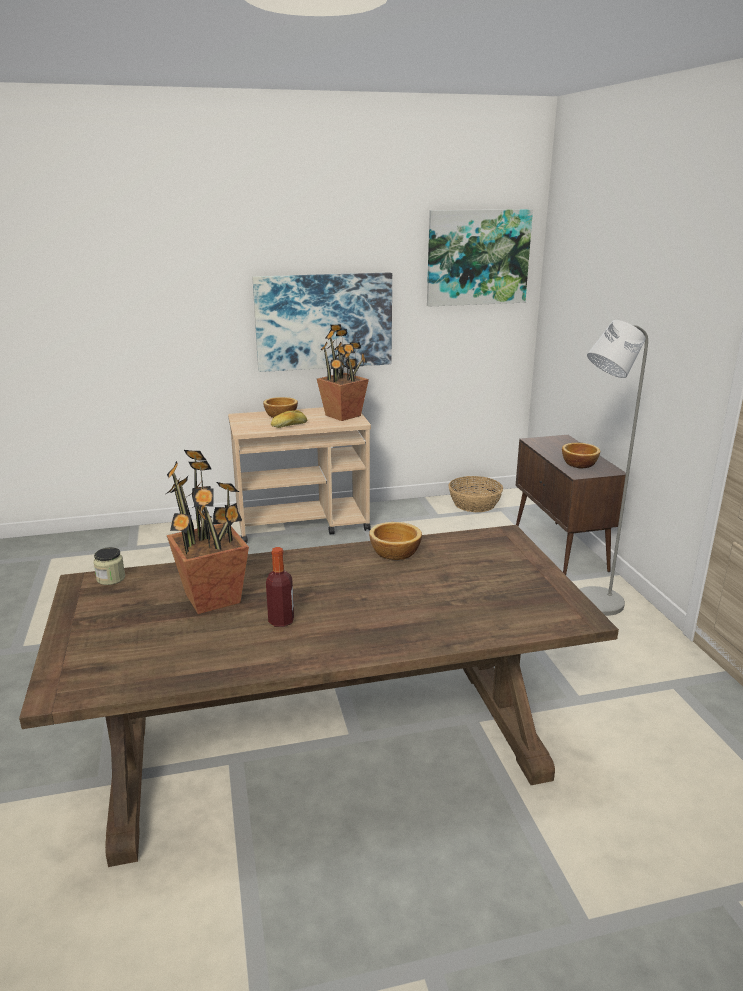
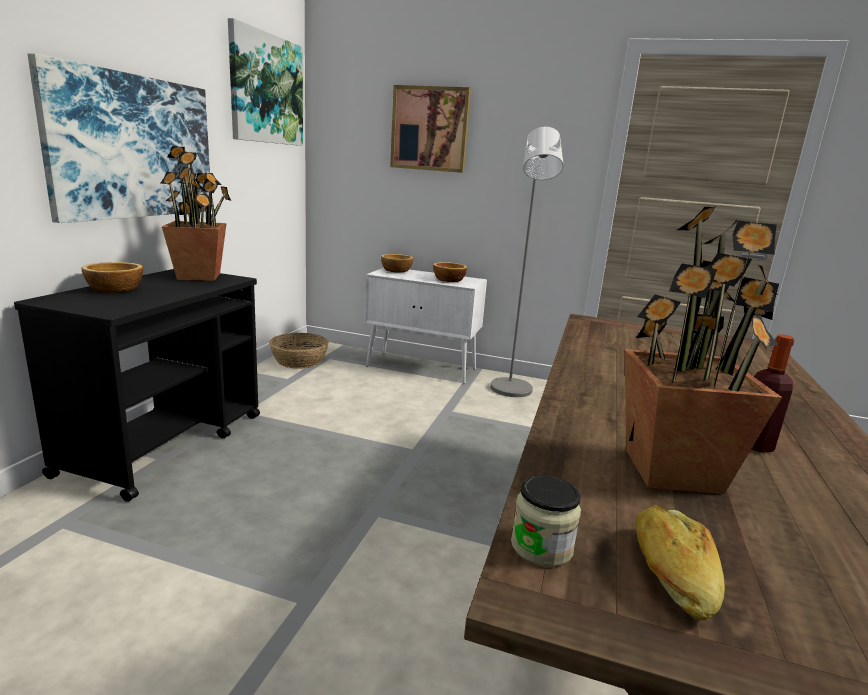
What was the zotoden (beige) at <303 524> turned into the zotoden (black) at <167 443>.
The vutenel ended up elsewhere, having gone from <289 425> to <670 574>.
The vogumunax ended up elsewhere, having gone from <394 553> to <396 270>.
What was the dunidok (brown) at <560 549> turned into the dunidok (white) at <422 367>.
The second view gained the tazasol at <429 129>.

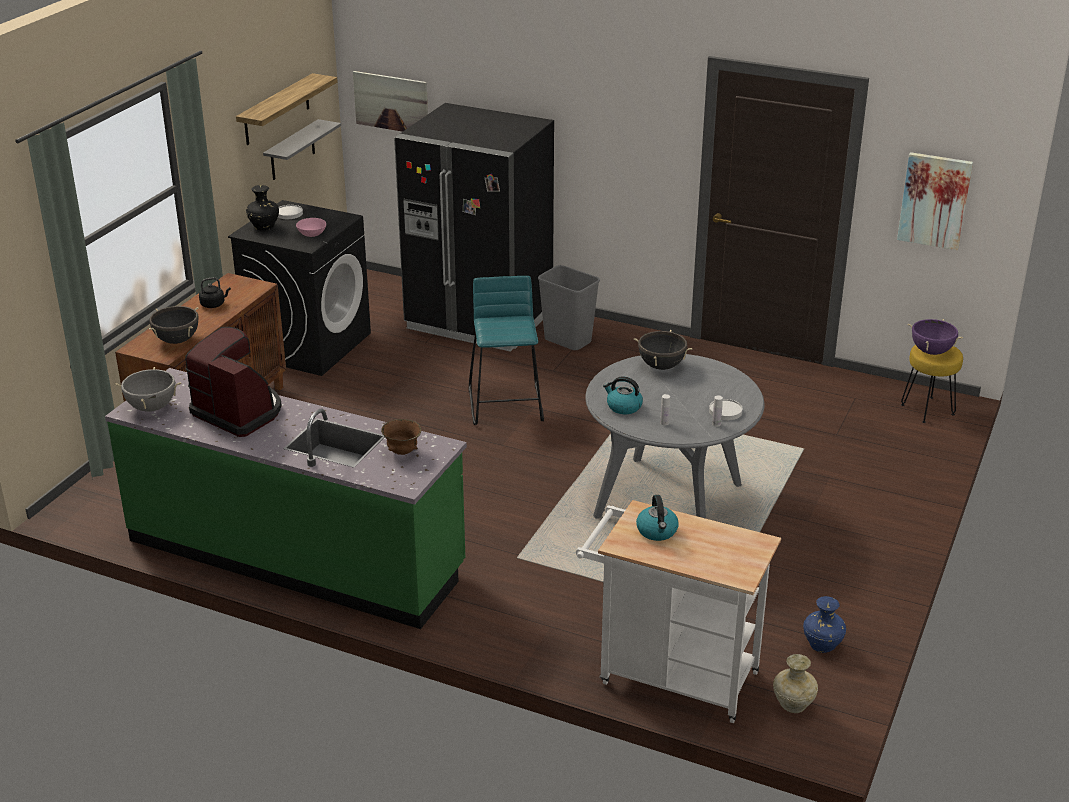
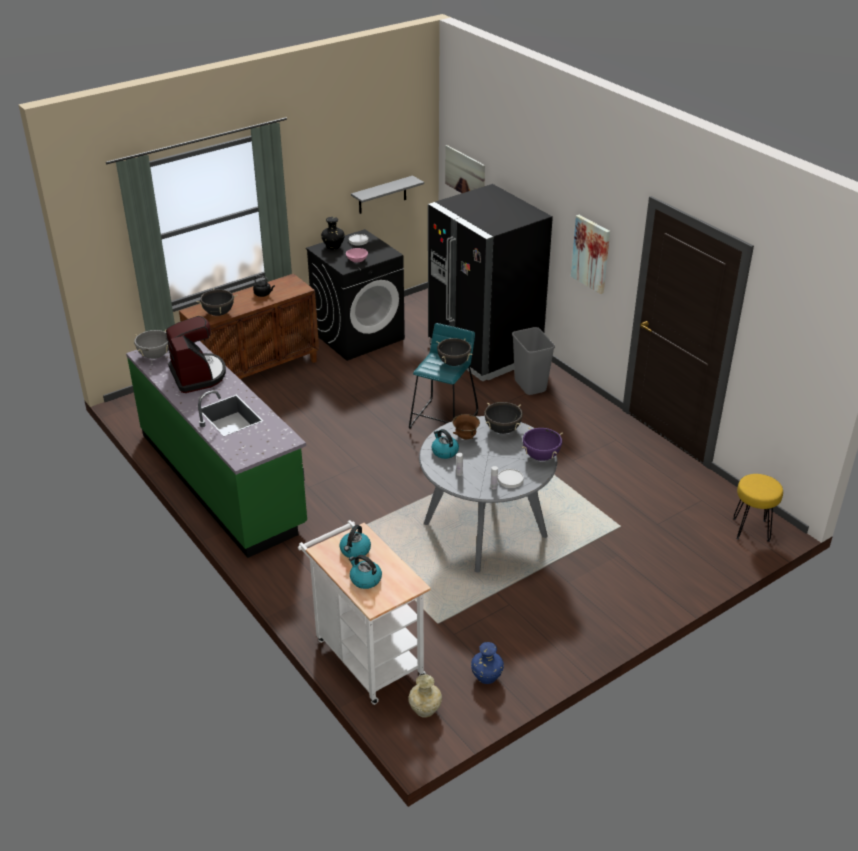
The second view lost the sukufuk at <276 110>.
The vogumunax (brown) ended up elsewhere, having gone from <402 452> to <465 437>.
The tazasol ended up elsewhere, having gone from <934 200> to <591 254>.
The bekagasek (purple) ended up elsewhere, having gone from <931 351> to <541 456>.
The second view gained the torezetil at <365 579>.
The second view gained the bekagasek (black) at <454 363>.

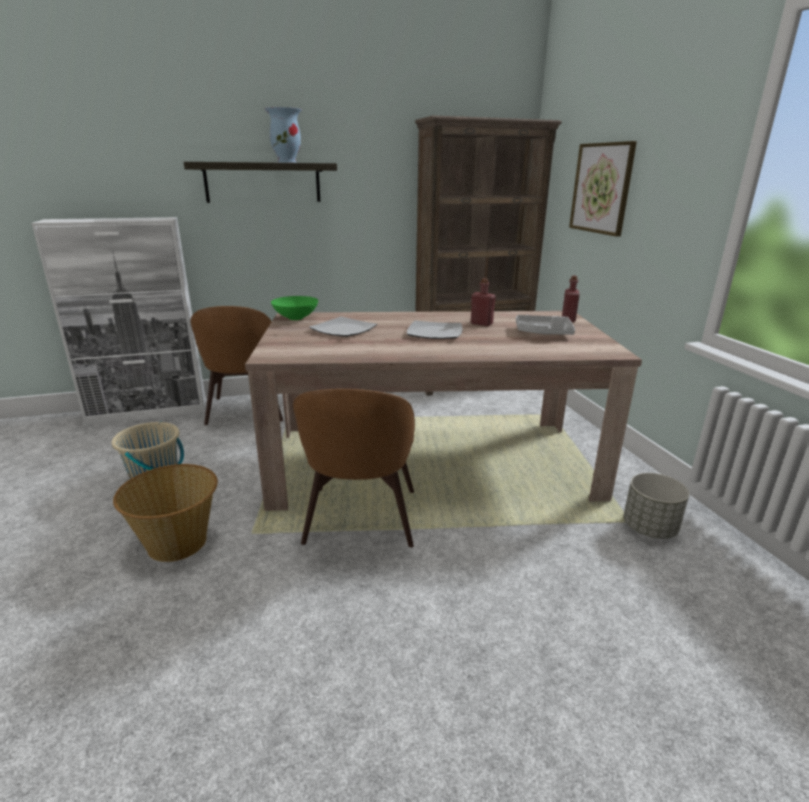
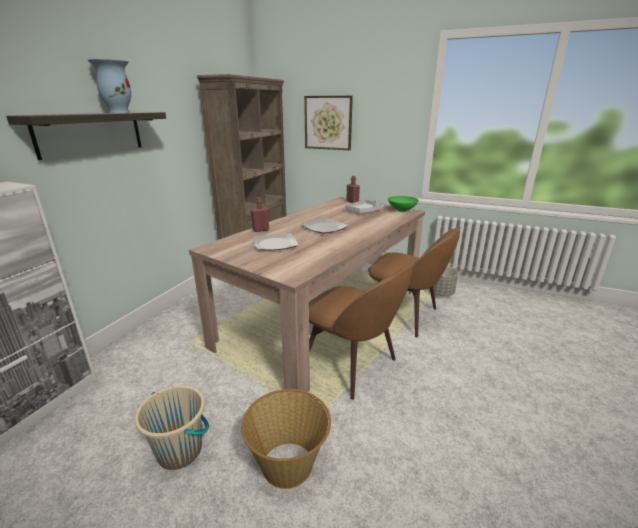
The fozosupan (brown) ended up elsewhere, having gone from <247 411> to <405 315>.
The vogumunax (green) ended up elsewhere, having gone from <296 318> to <402 210>.
The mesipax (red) ended up elsewhere, having gone from <481 323> to <261 230>.

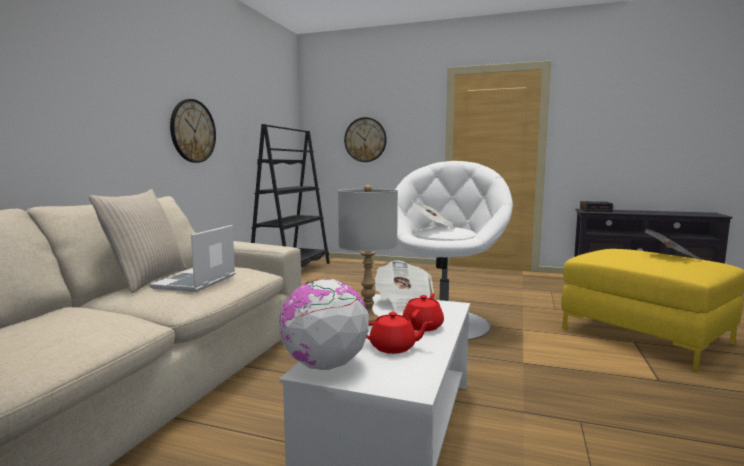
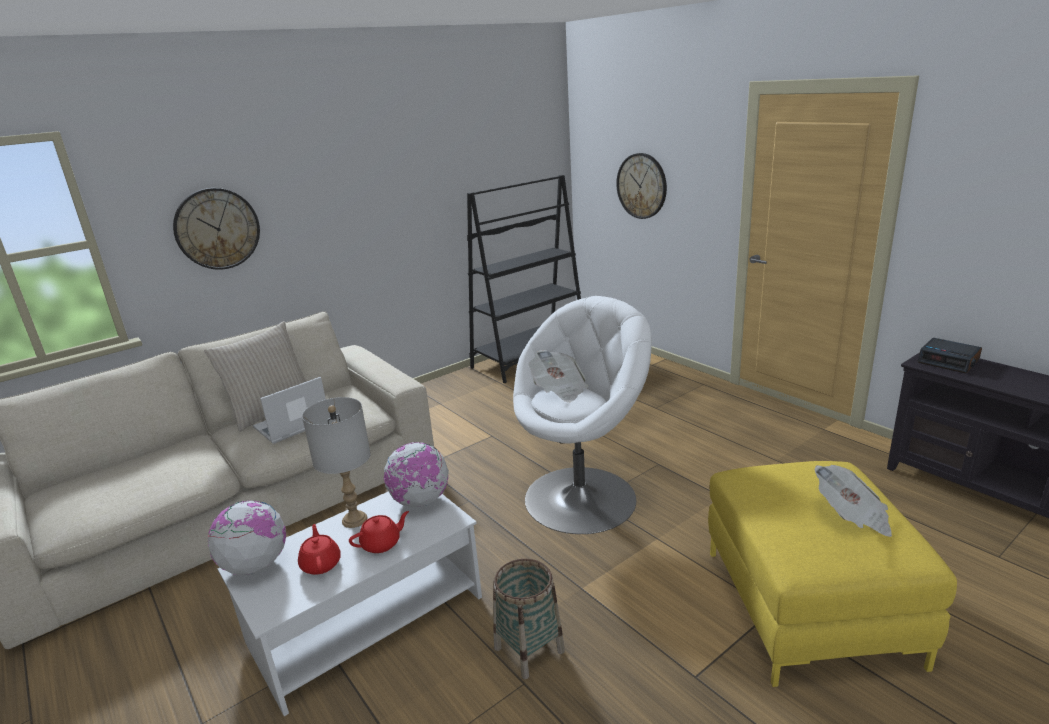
The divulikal ended up elsewhere, having gone from <193 131> to <217 229>.
The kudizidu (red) at <393 347> ended up facing another way, 150 degrees counterclockwise from before.
Where the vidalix stood at <404 303>, the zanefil came to stand at <420 501>.
The second view gained the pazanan at <529 650>.

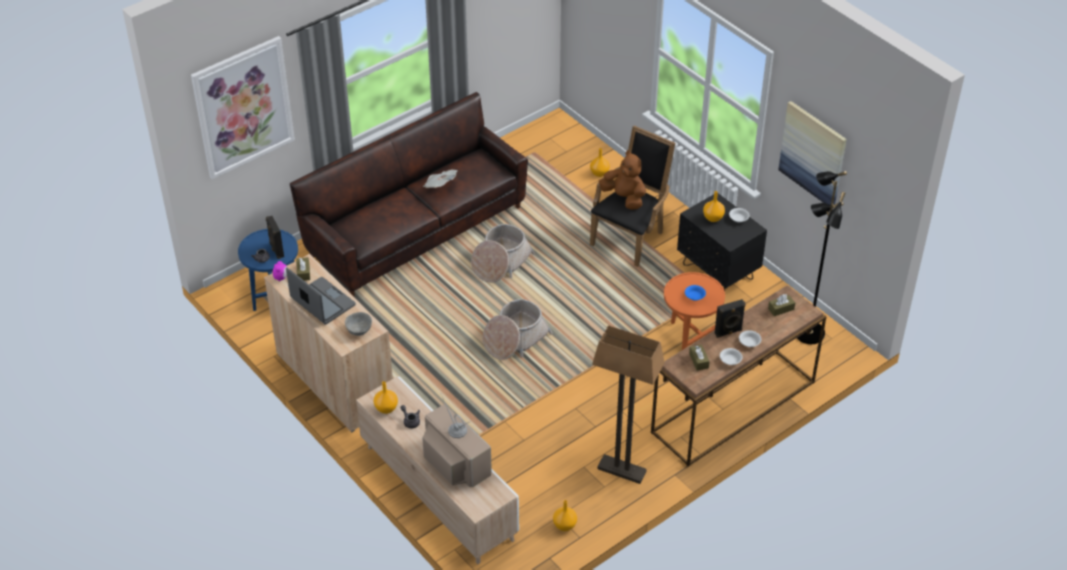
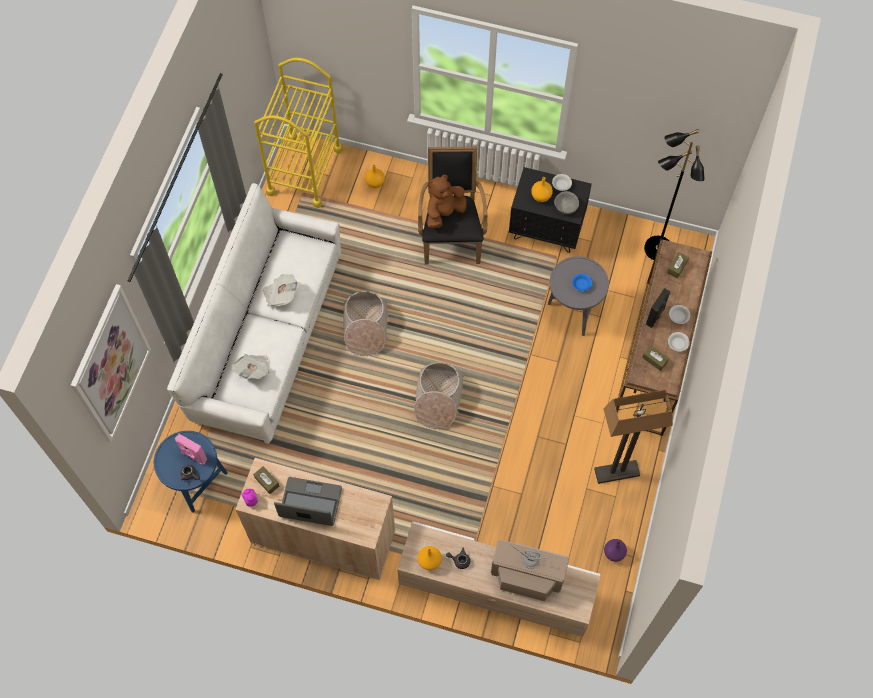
What was the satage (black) at <276 250> turned into the satage (pink) at <194 456>.
What was the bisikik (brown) at <416 231> turned into the bisikik (white) at <267 339>.
The vogumunax (grey) ended up elsewhere, having gone from <359 330> to <565 207>.
What was the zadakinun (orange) at <564 526> turned into the zadakinun (purple) at <614 553>.
The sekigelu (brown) at <624 198> ended up facing another way, 45 degrees counterclockwise from before.
What was the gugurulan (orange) at <690 338> turned into the gugurulan (grey) at <573 310>.
The second view lost the tazasol at <813 153>.
The second view gained the vidalix at <253 370>.
The second view gained the zotoden (yellow) at <304 171>.

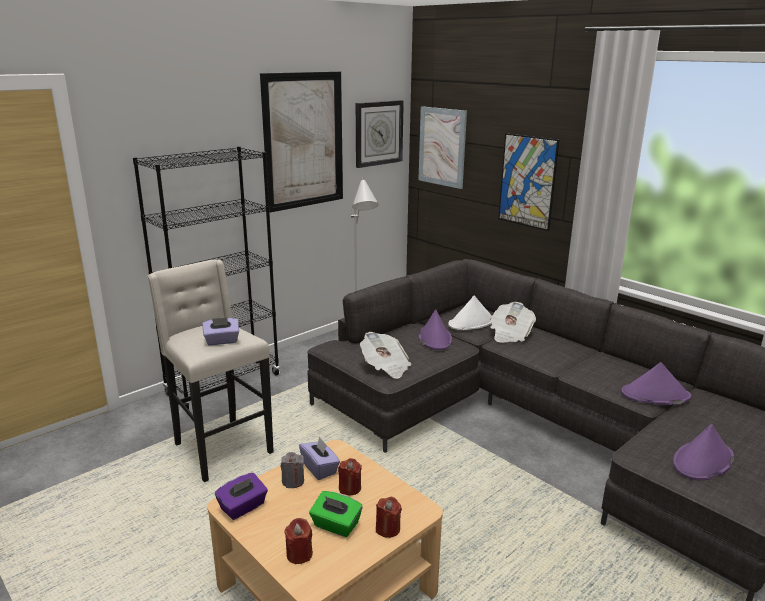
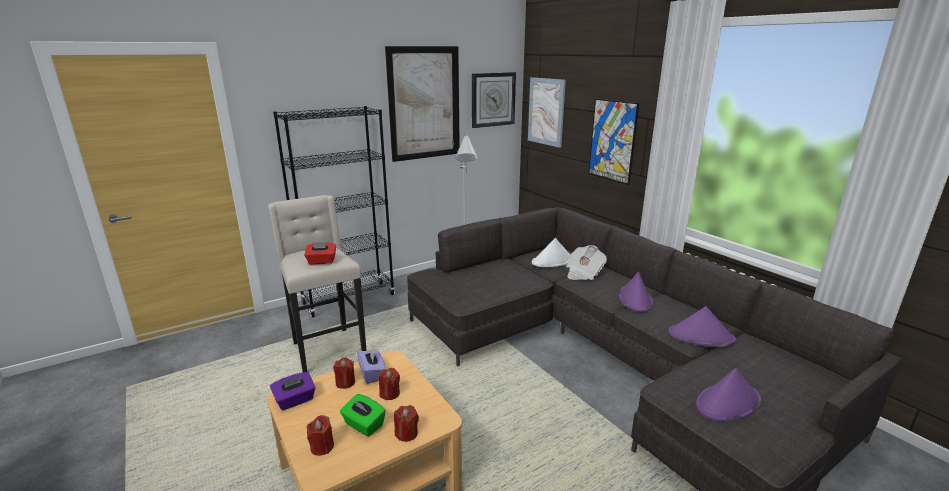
What was the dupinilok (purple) at <222 341> turned into the dupinilok (red) at <321 261>.
What was the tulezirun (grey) at <293 481> turned into the tulezirun (red) at <345 382>.
The second view lost the vidalix at <385 367>.
The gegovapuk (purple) ended up elsewhere, having gone from <434 338> to <635 299>.

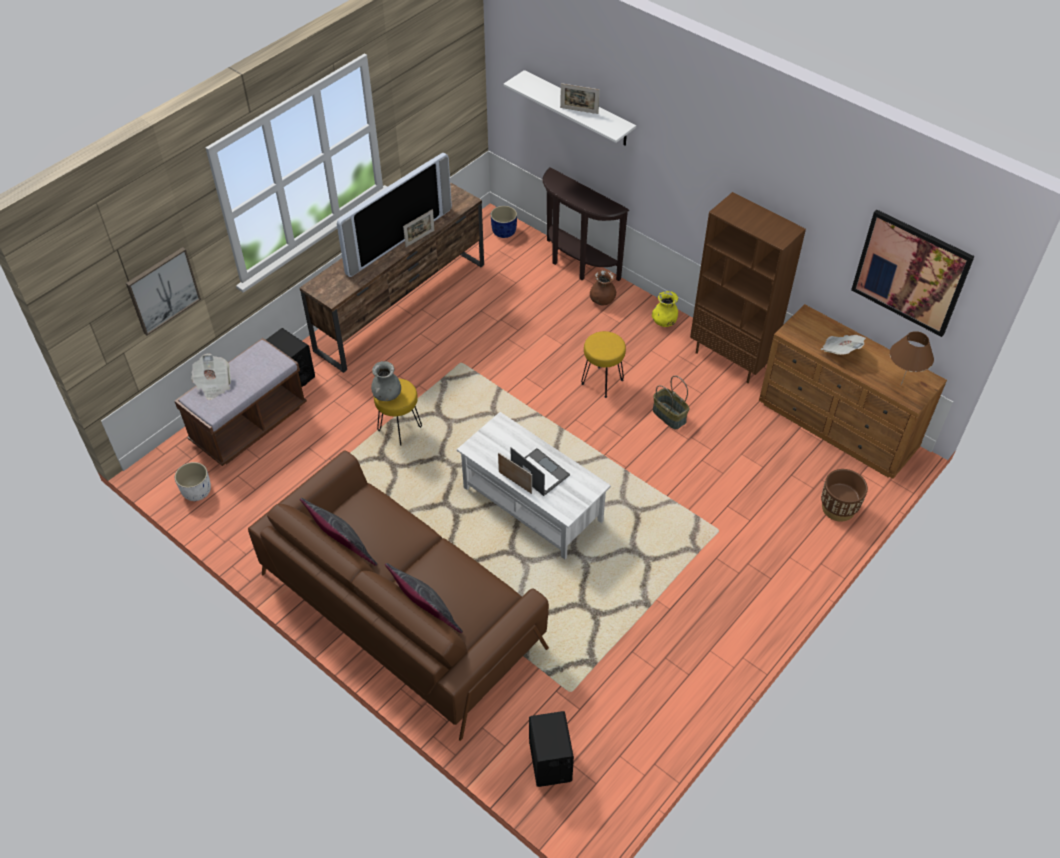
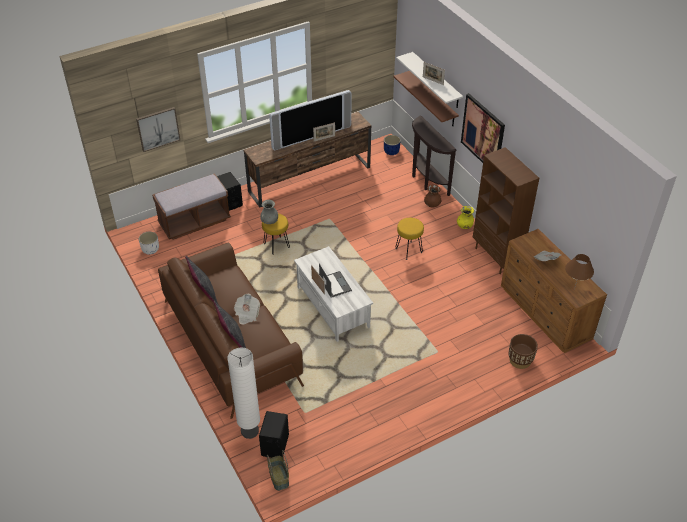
The vidalix ended up elsewhere, having gone from <213 384> to <247 314>.
The pazanan ended up elsewhere, having gone from <670 416> to <279 477>.
The tazasol ended up elsewhere, having gone from <910 272> to <483 133>.
The second view gained the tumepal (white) at <249 431>.
The second view gained the sukufuk (brown) at <433 99>.

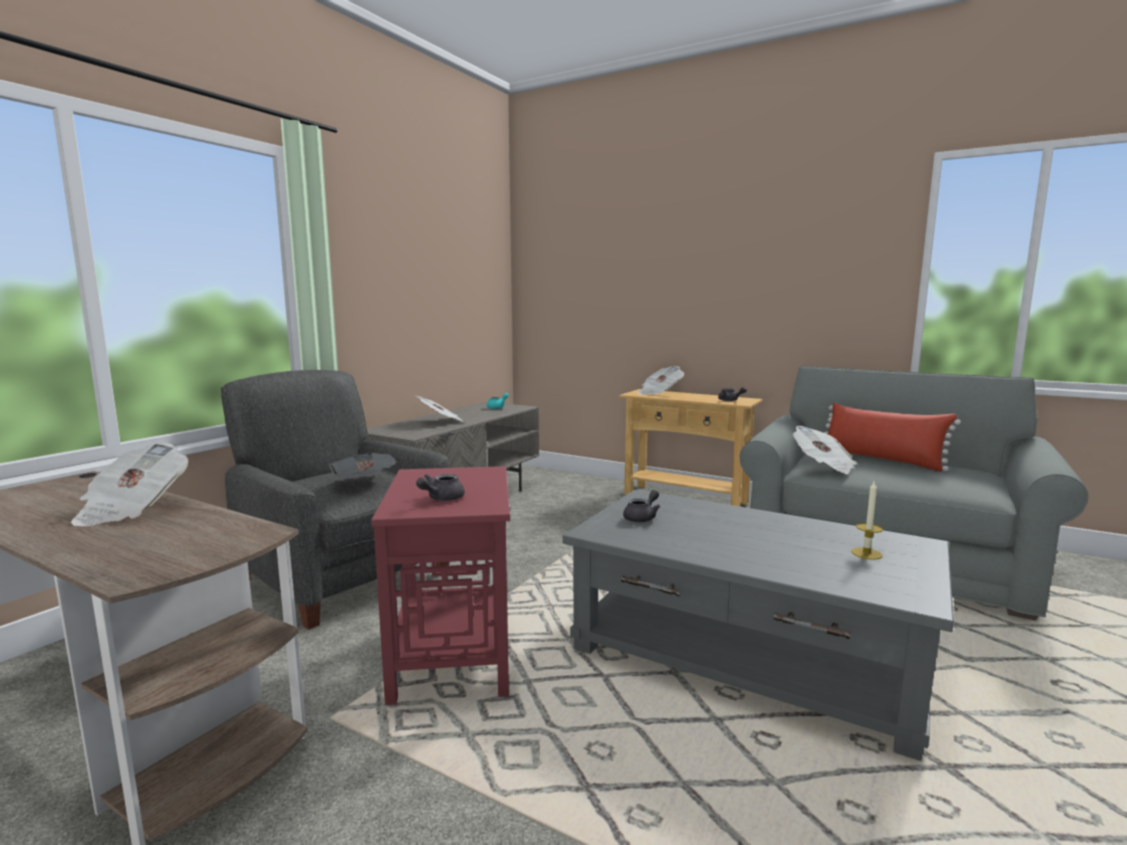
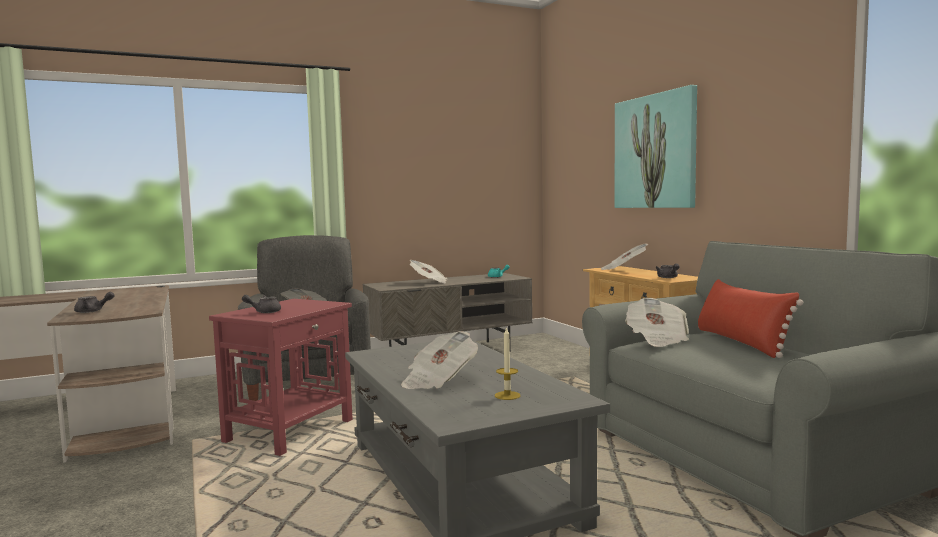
The vidalix ended up elsewhere, having gone from <132 509> to <438 381>.
The kudizidu (grey) ended up elsewhere, having gone from <642 518> to <92 311>.
The second view gained the tazasol at <655 152>.

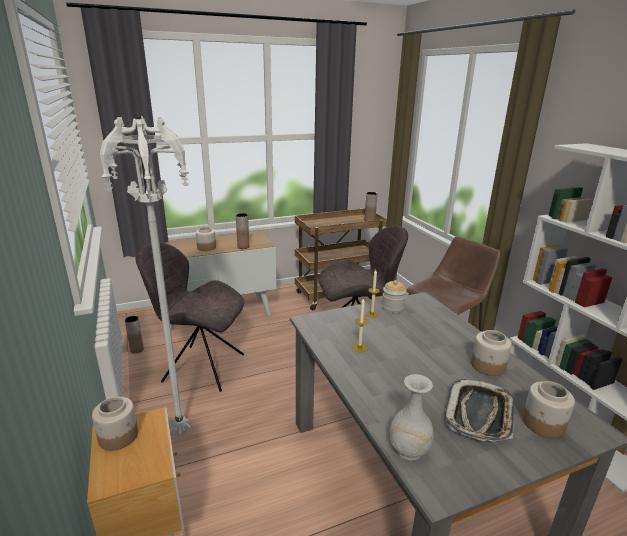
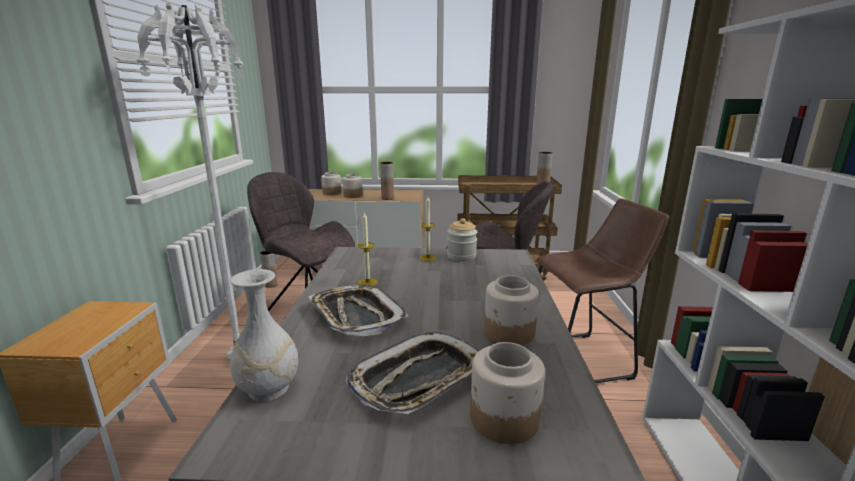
The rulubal ended up elsewhere, having gone from <119 436> to <332 193>.
The second view gained the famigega at <356 315>.

